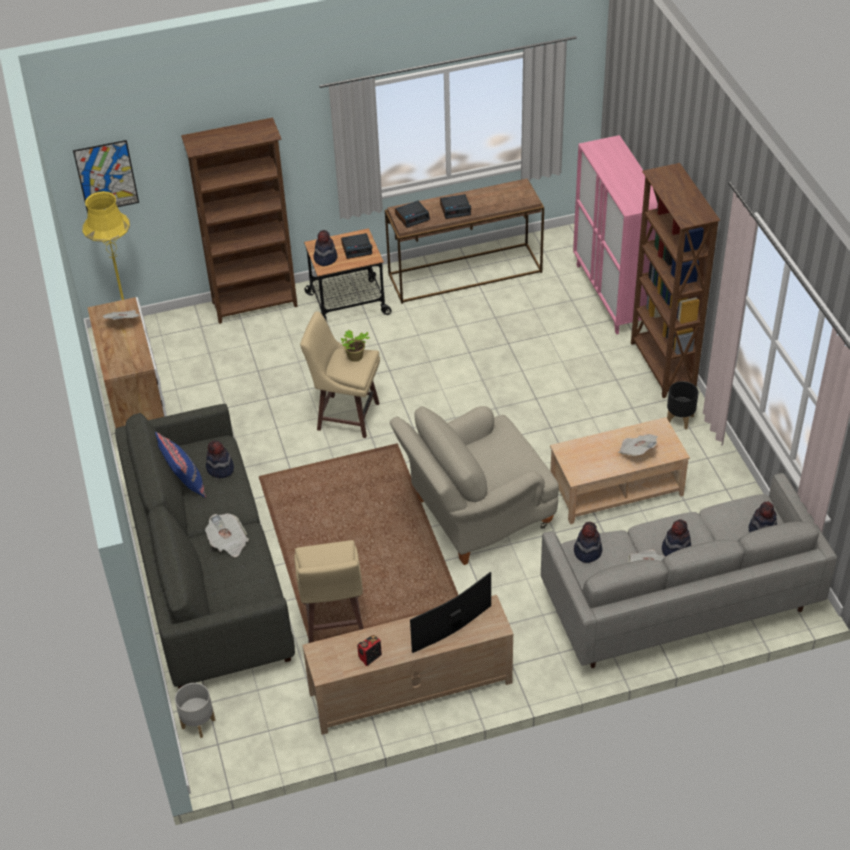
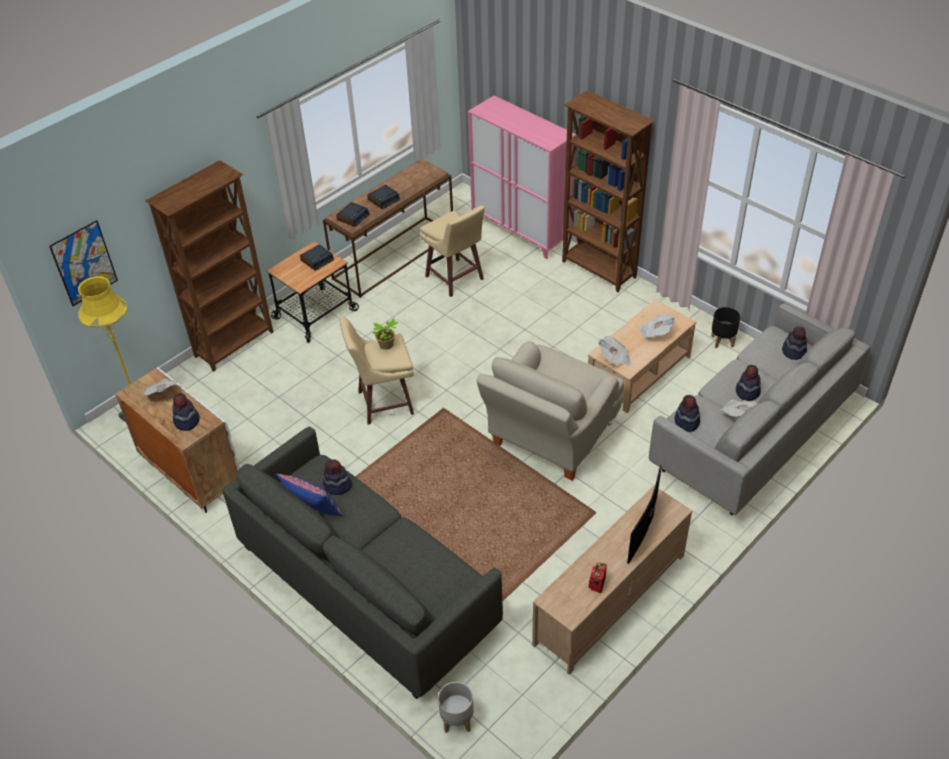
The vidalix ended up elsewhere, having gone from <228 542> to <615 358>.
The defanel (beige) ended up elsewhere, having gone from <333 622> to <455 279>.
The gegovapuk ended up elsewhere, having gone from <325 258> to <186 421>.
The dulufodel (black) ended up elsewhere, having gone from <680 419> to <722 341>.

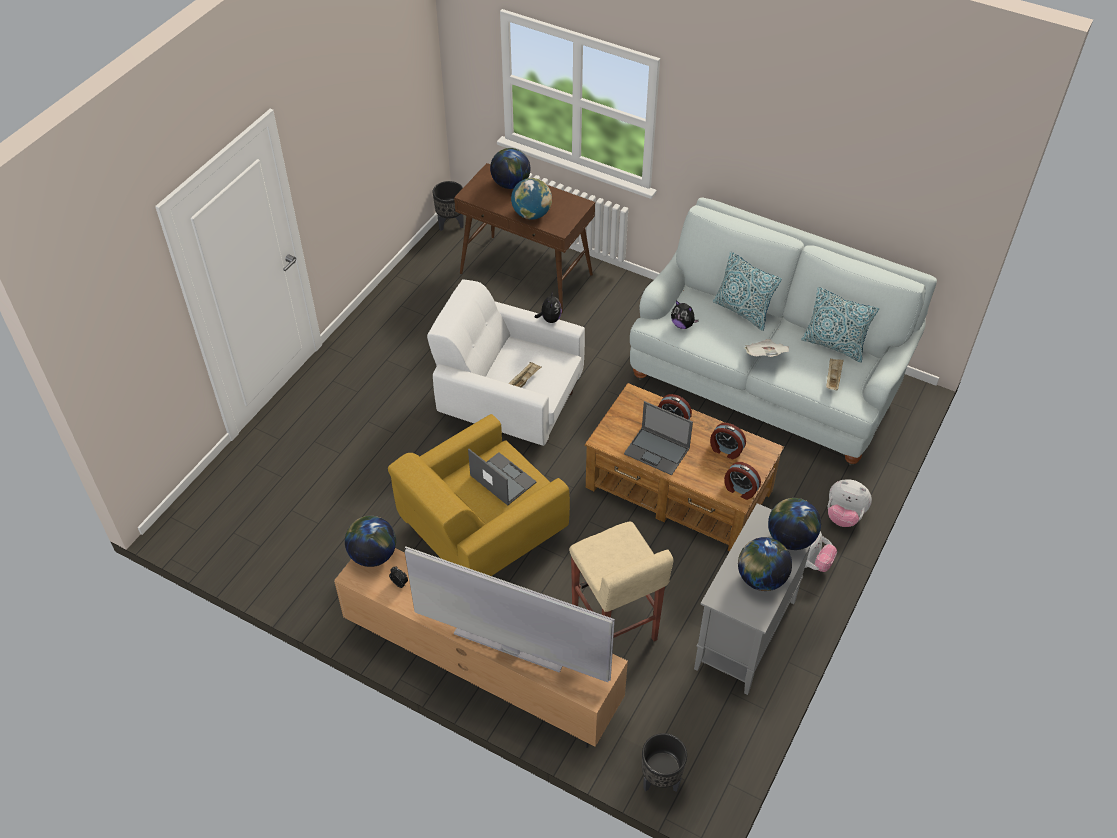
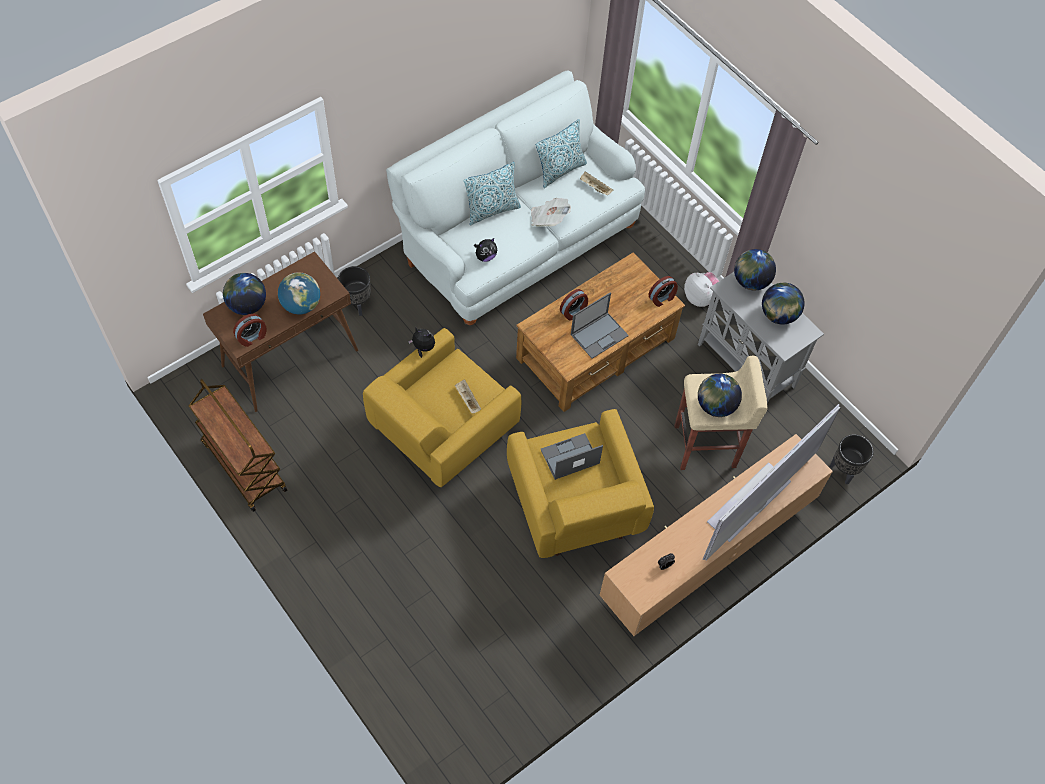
The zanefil ended up elsewhere, having gone from <373 555> to <715 406>.
What was the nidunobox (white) at <509 401> turned into the nidunobox (yellow) at <441 431>.
The dulufodel (black) ended up elsewhere, having gone from <451 224> to <357 304>.
The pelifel ended up elsewhere, having gone from <726 450> to <252 337>.
The second view lost the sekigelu at <844 515>.
The second view gained the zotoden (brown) at <243 466>.

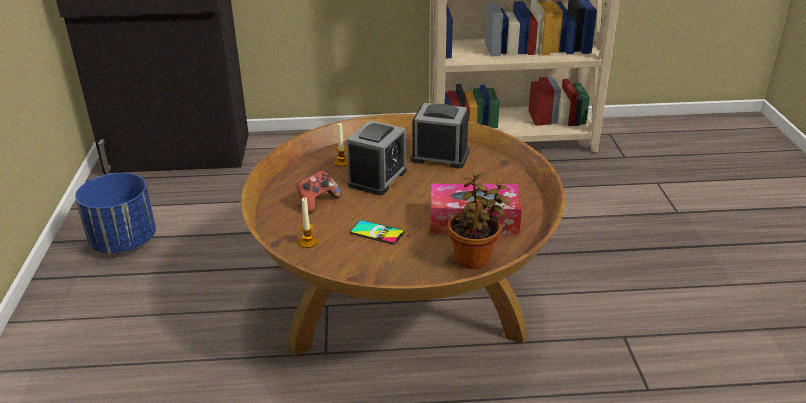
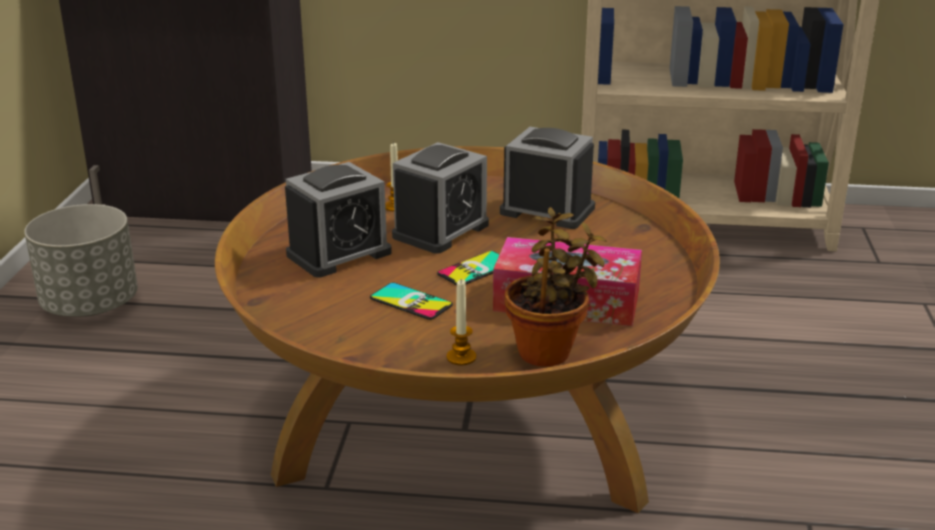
What was the dulufodel (blue) at <124 242> turned into the dulufodel (grey) at <91 306>.
Where the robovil stood at <317 202>, the pelifel came to stand at <339 254>.
The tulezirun ended up elsewhere, having gone from <308 242> to <461 357>.
The second view gained the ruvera at <476 269>.

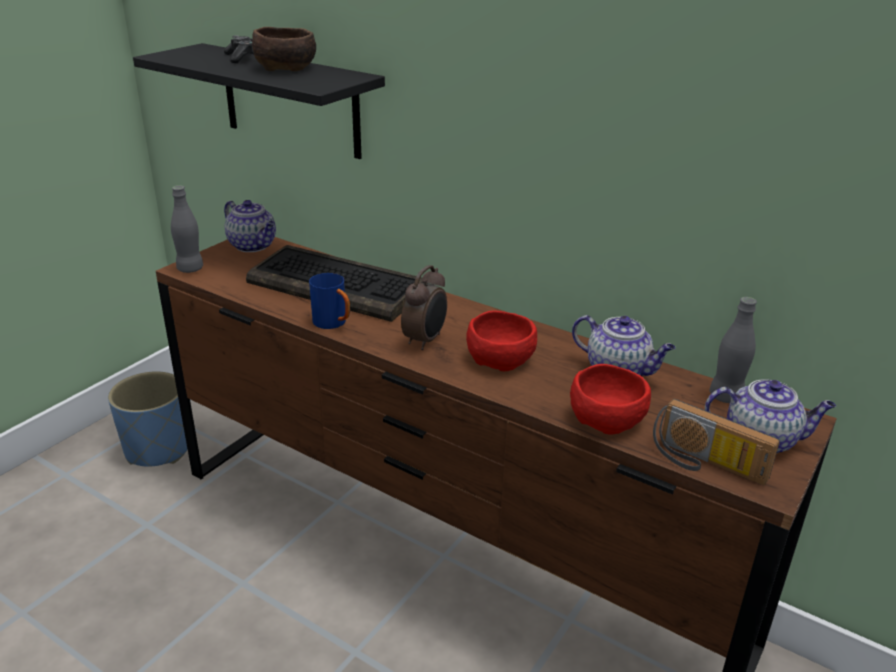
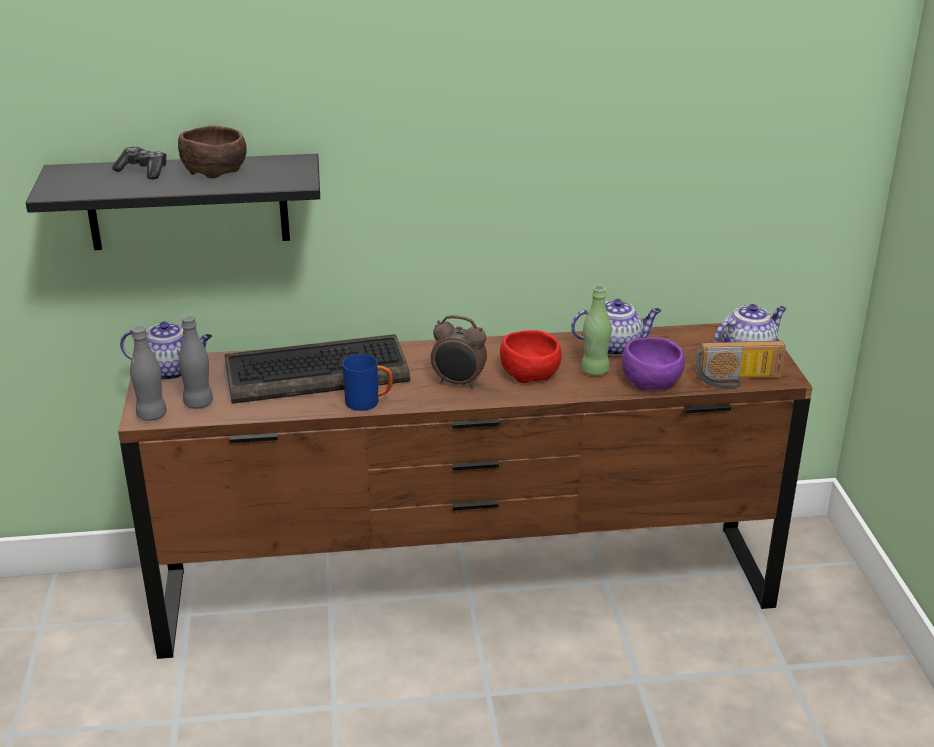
The second view lost the dulufodel (blue) at <157 449>.
The pelifel at <425 340> ended up facing another way, 120 degrees clockwise from before.
What was the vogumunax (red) at <608 418> turned into the vogumunax (purple) at <652 379>.
The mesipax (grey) ended up elsewhere, having gone from <725 396> to <198 403>.
The second view gained the mesipax (green) at <594 371>.

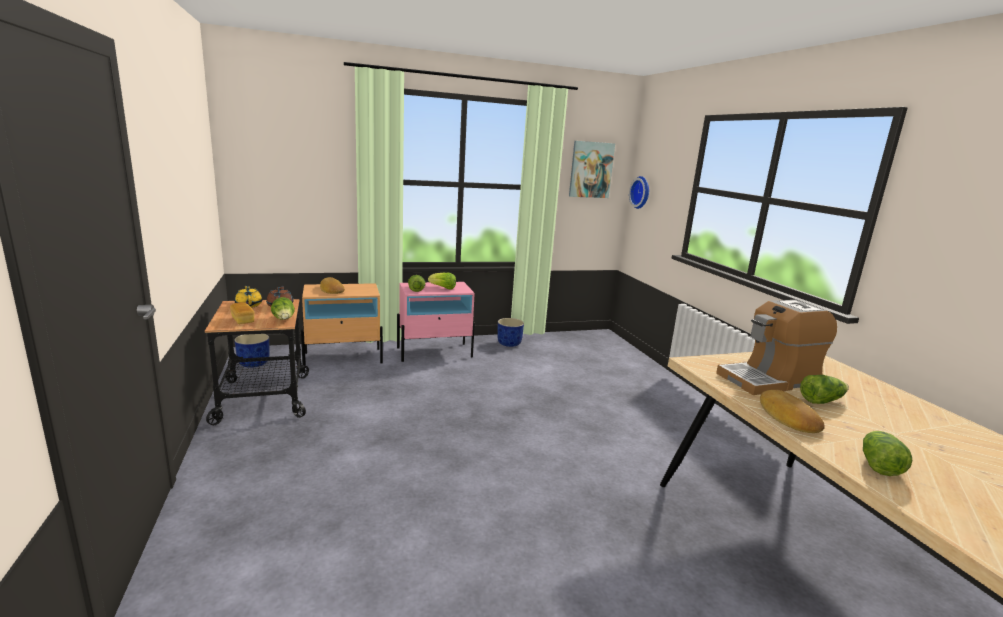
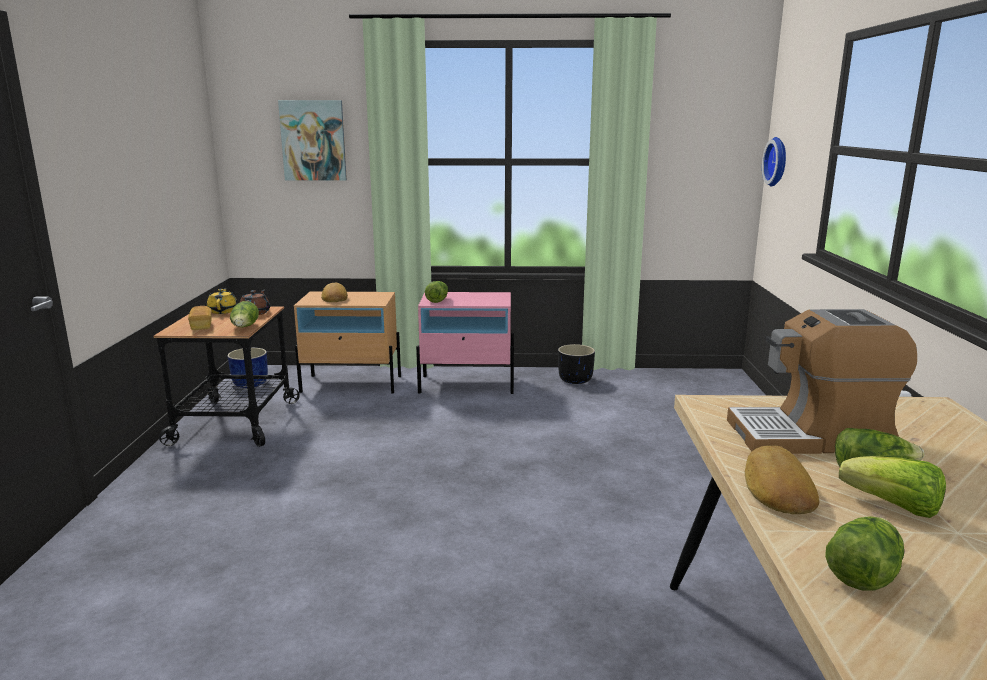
The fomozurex ended up elsewhere, having gone from <443 288> to <893 506>.
What was the dulufodel (blue) at <509 343> turned into the dulufodel (black) at <575 380>.
The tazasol ended up elsewhere, having gone from <591 169> to <313 140>.

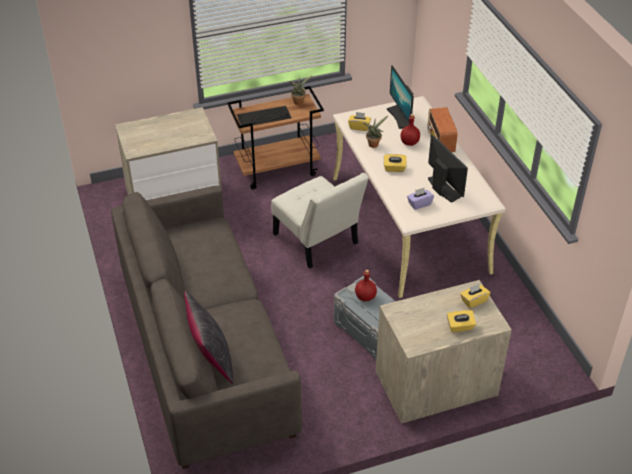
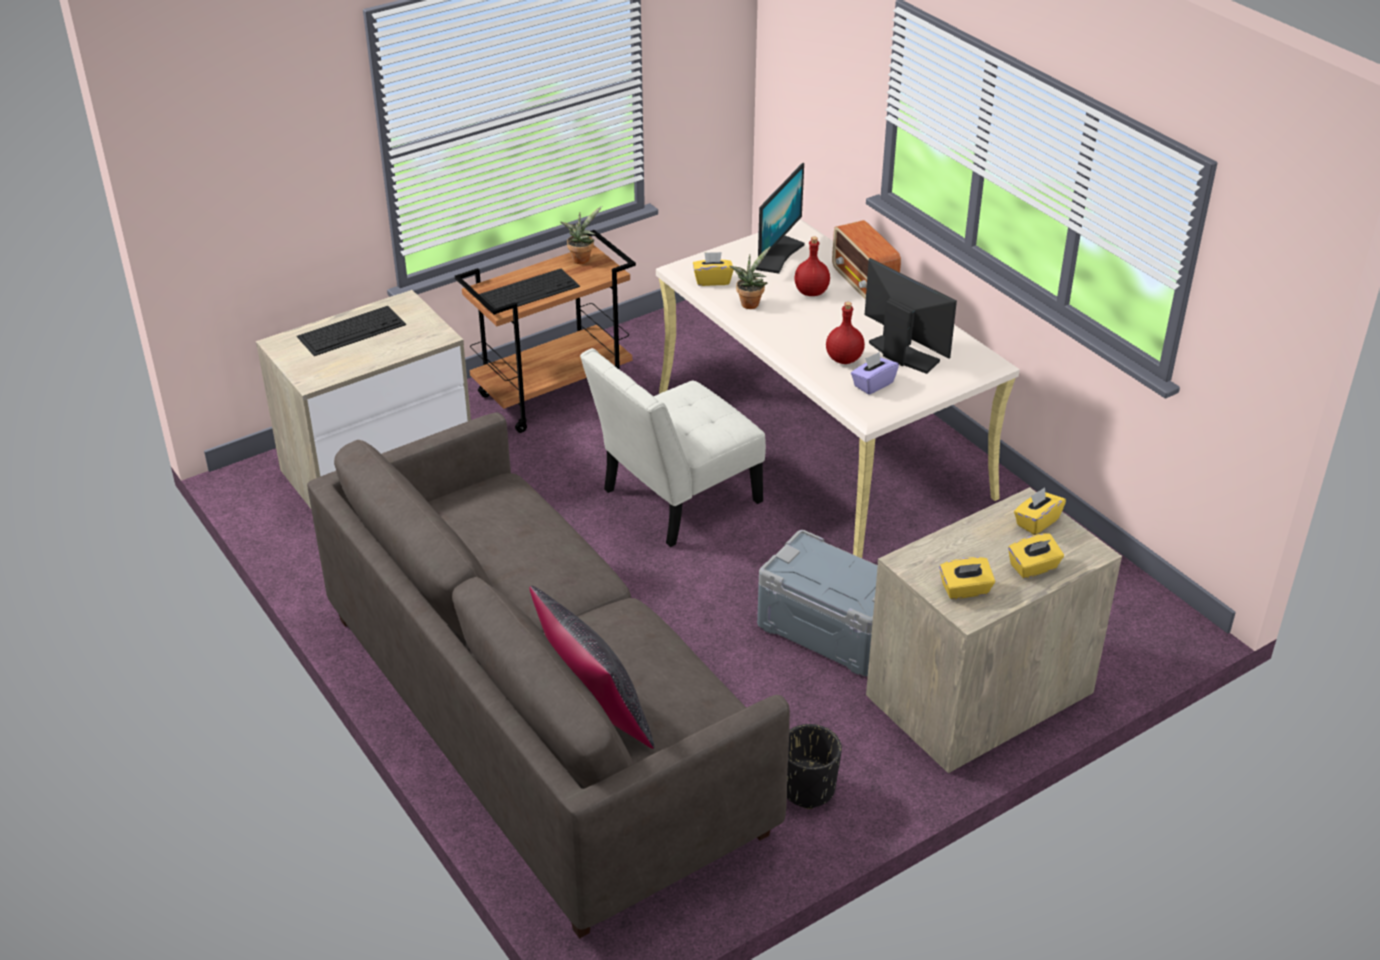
The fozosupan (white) at <318 242> ended up facing another way, 105 degrees clockwise from before.
The mesipax (red) ended up elsewhere, having gone from <366 297> to <844 359>.
The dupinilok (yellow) ended up elsewhere, having gone from <394 168> to <965 590>.
The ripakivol at <400 117> ended up facing another way, 120 degrees counterclockwise from before.
The second view gained the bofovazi at <352 330>.
The second view gained the dulufodel (black) at <808 789>.

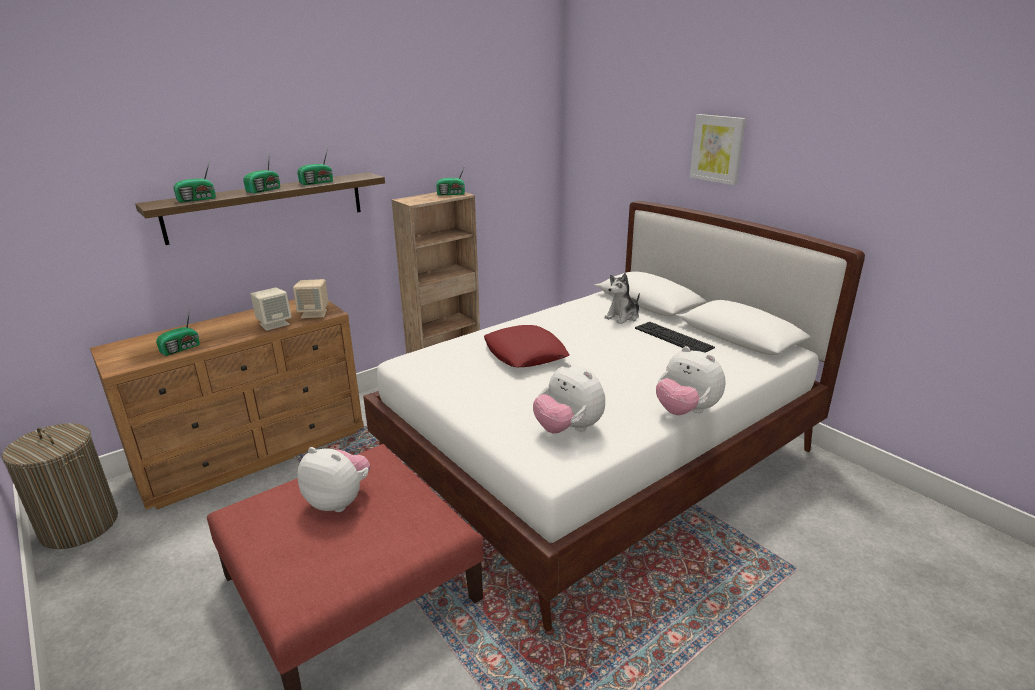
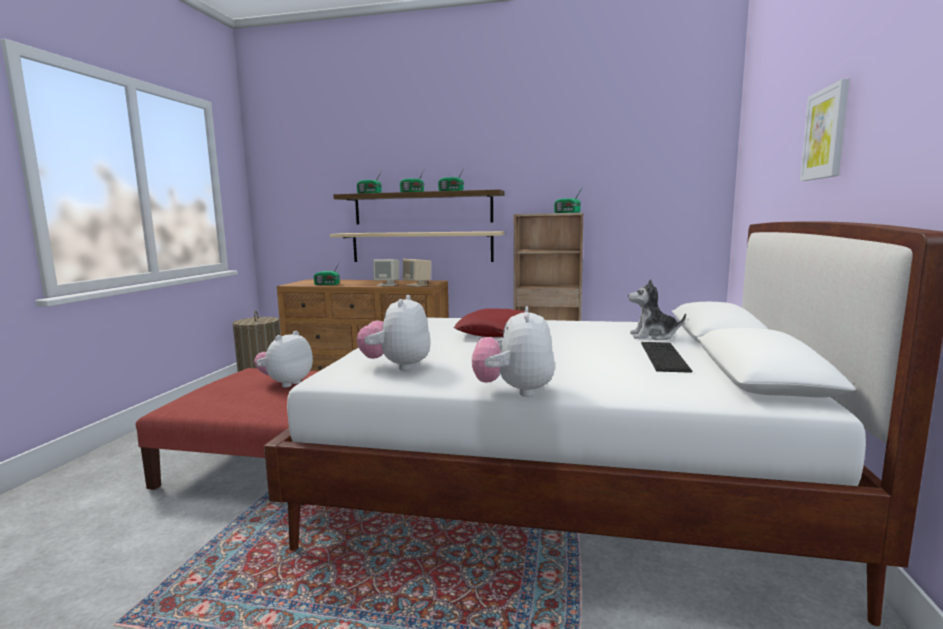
The sekigelu at <339 501> ended up facing another way, 135 degrees counterclockwise from before.
The second view gained the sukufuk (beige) at <421 247>.

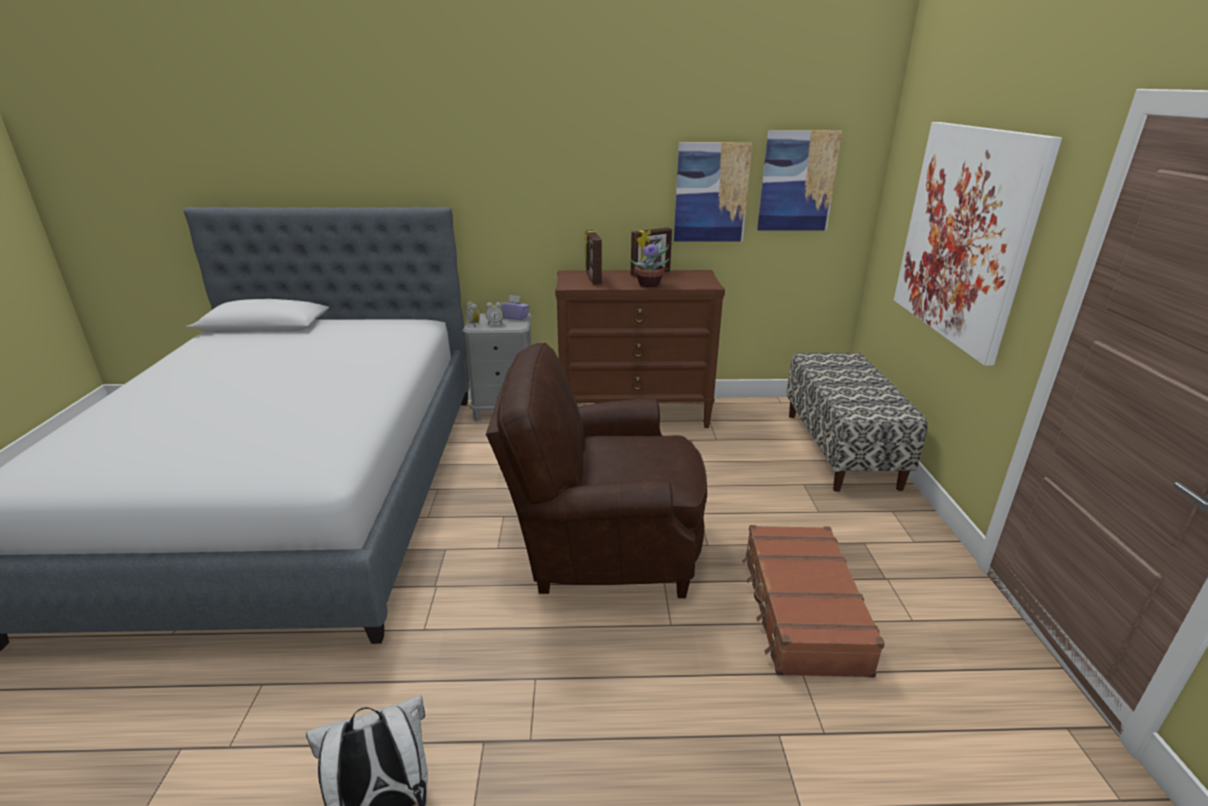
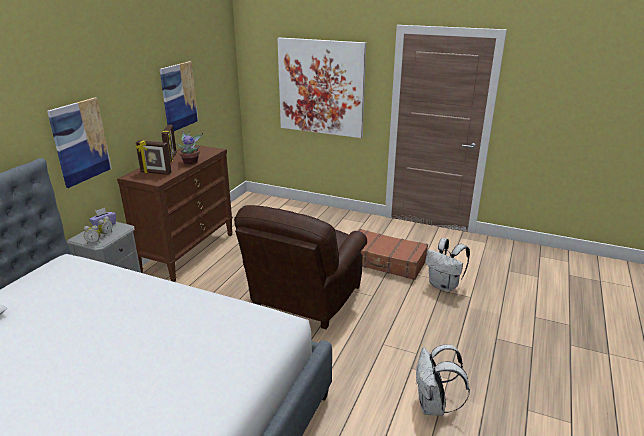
The tazasol ended up elsewhere, having gone from <797 181> to <80 141>.
The second view lost the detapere at <841 449>.
The second view gained the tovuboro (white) at <444 286>.

